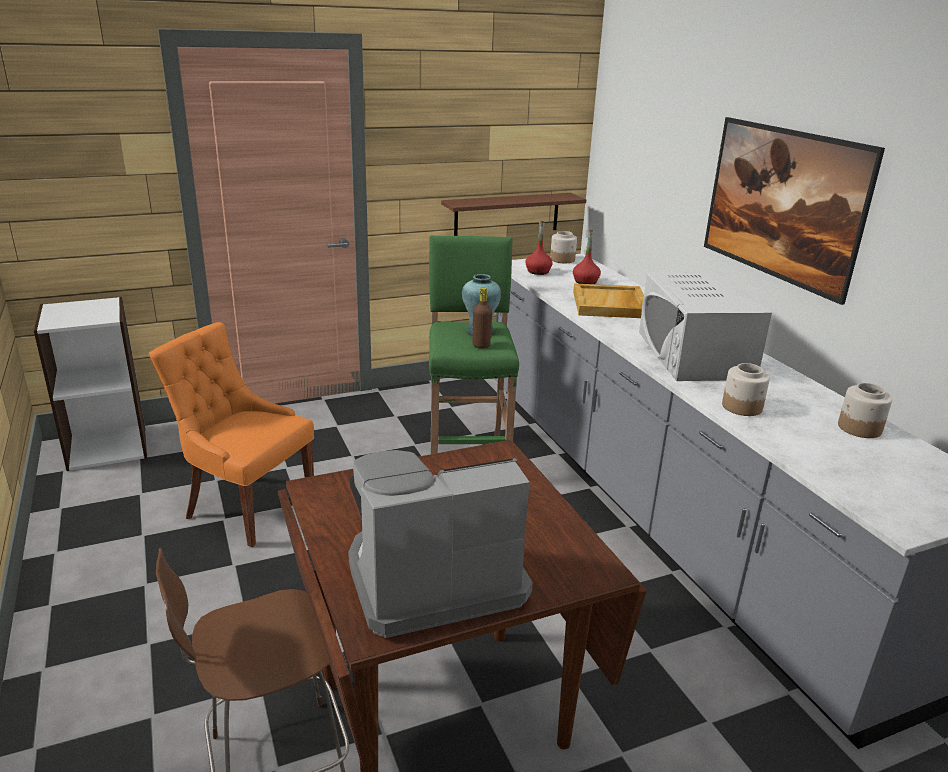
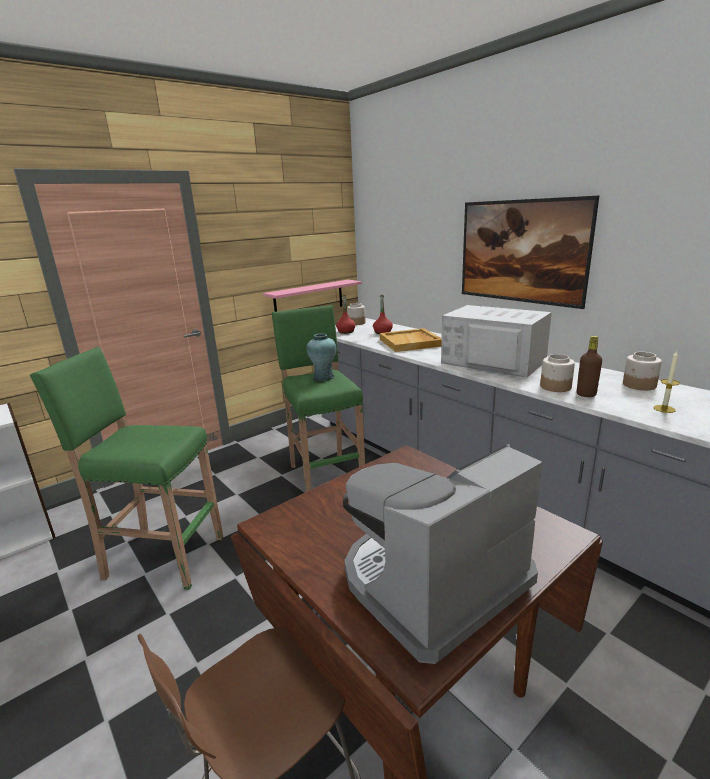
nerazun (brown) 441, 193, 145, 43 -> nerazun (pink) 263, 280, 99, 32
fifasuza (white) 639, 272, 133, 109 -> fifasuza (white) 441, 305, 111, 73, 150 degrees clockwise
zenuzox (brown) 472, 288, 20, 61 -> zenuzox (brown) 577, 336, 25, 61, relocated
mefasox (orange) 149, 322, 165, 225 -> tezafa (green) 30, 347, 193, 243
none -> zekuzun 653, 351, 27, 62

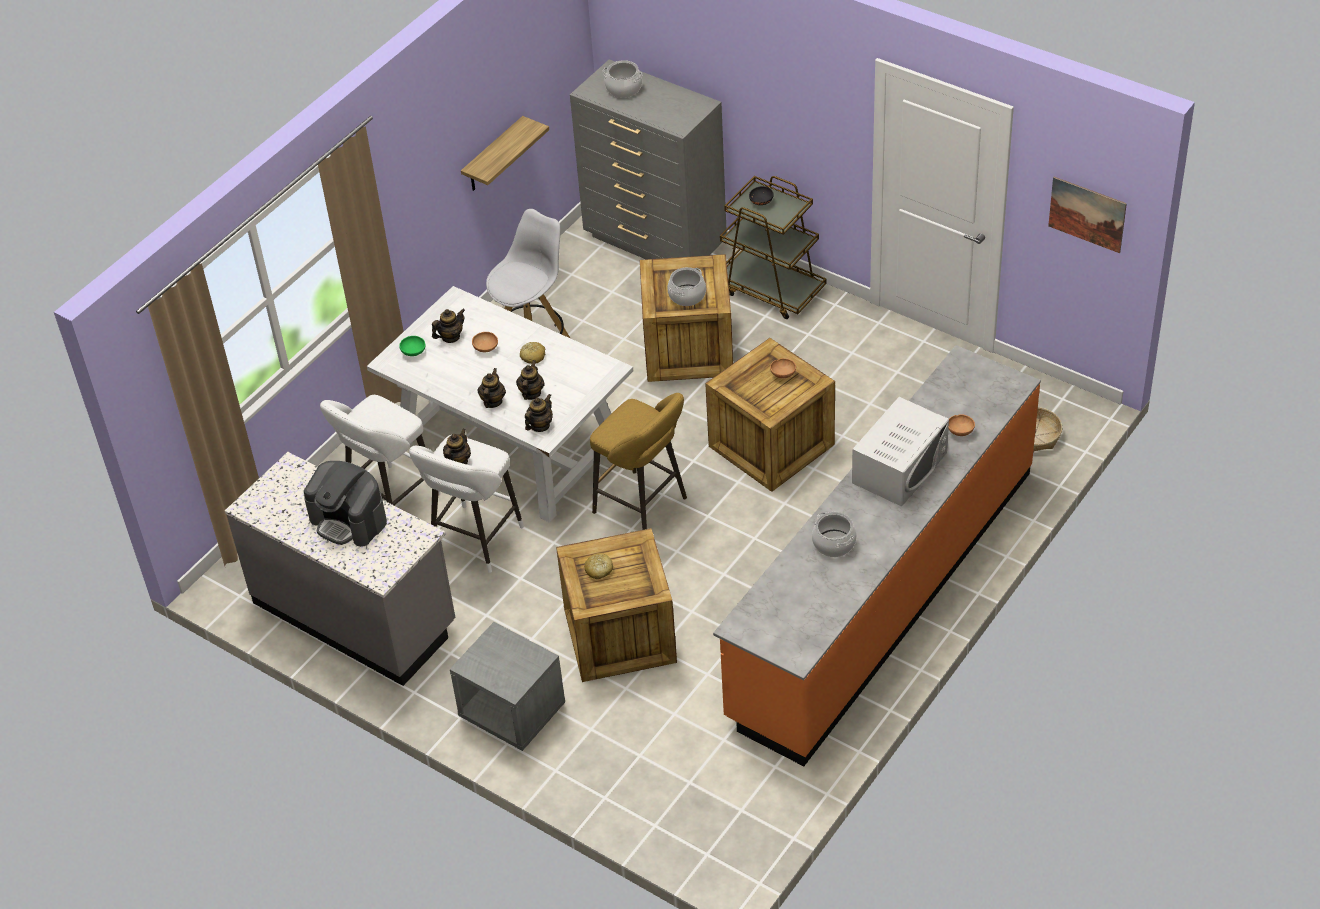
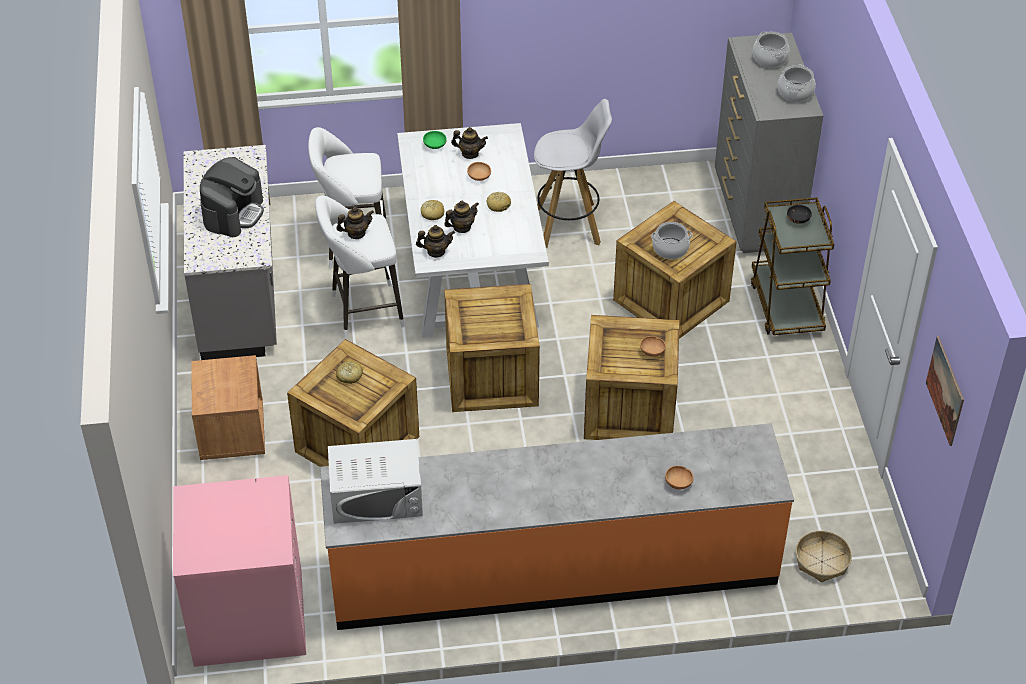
nerazun 461, 116, 88, 75 -> none
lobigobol 478, 368, 28, 40 -> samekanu 421, 200, 23, 20
tezafa (yellow) 590, 393, 97, 137 -> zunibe 444, 284, 96, 128
fifasuza (white) 852, 397, 97, 109 -> fifasuza (white) 328, 439, 95, 85, relocated
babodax 304, 461, 83, 86 -> babodax 200, 157, 64, 80, 150 degrees counterclockwise
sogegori 812, 512, 45, 45 -> sogegori 778, 65, 38, 37, relocated
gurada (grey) 450, 622, 115, 129 -> gurada (brown) 191, 355, 74, 105
none -> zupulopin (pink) 173, 475, 133, 192

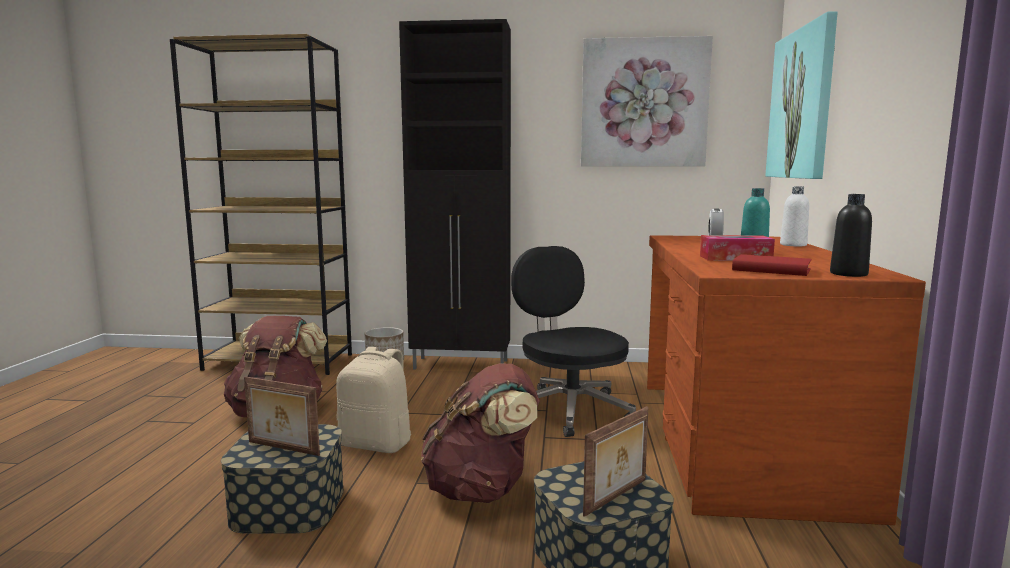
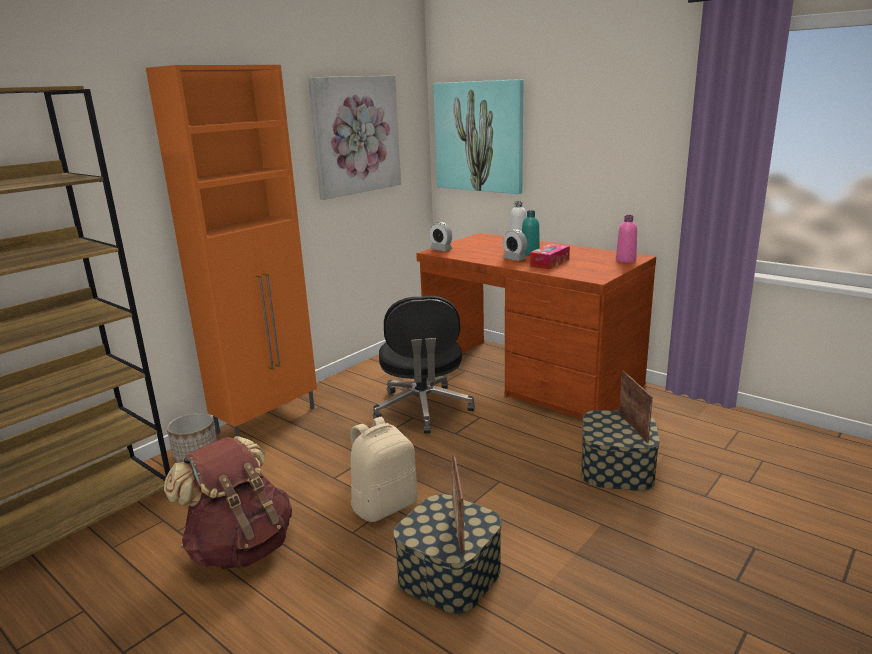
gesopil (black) 399, 19, 112, 351 -> gesopil (orange) 146, 65, 171, 372
zenuzox (black) 830, 194, 42, 83 -> zenuzox (pink) 616, 215, 21, 48
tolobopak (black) 511, 246, 125, 191 -> tolobopak (black) 373, 296, 102, 138, 105 degrees counterclockwise
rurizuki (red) 732, 254, 80, 22 -> none
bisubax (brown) 421, 363, 119, 140 -> none
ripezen 244, 377, 76, 79 -> ripezen 451, 453, 14, 101, 120 degrees clockwise
none -> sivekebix 429, 222, 23, 29

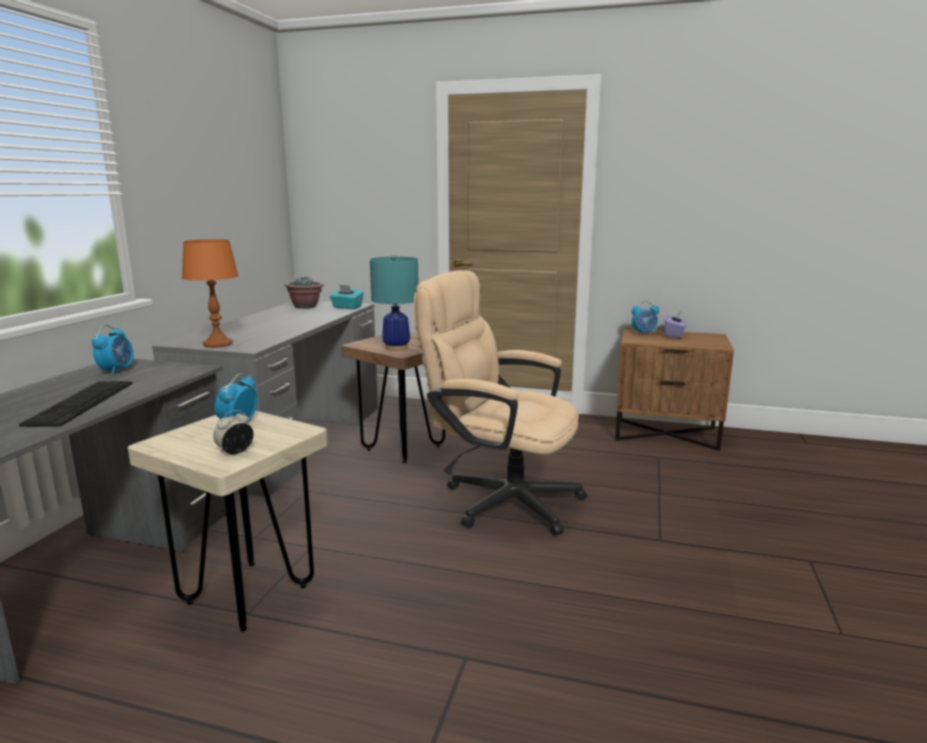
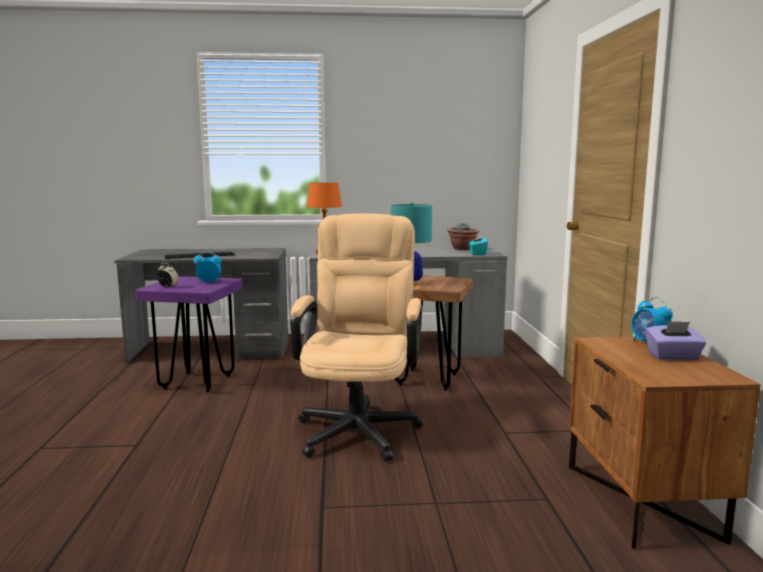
sivekebix 92, 325, 41, 51 -> none
tezafa (beige) 128, 411, 200, 221 -> tezafa (purple) 135, 276, 107, 116

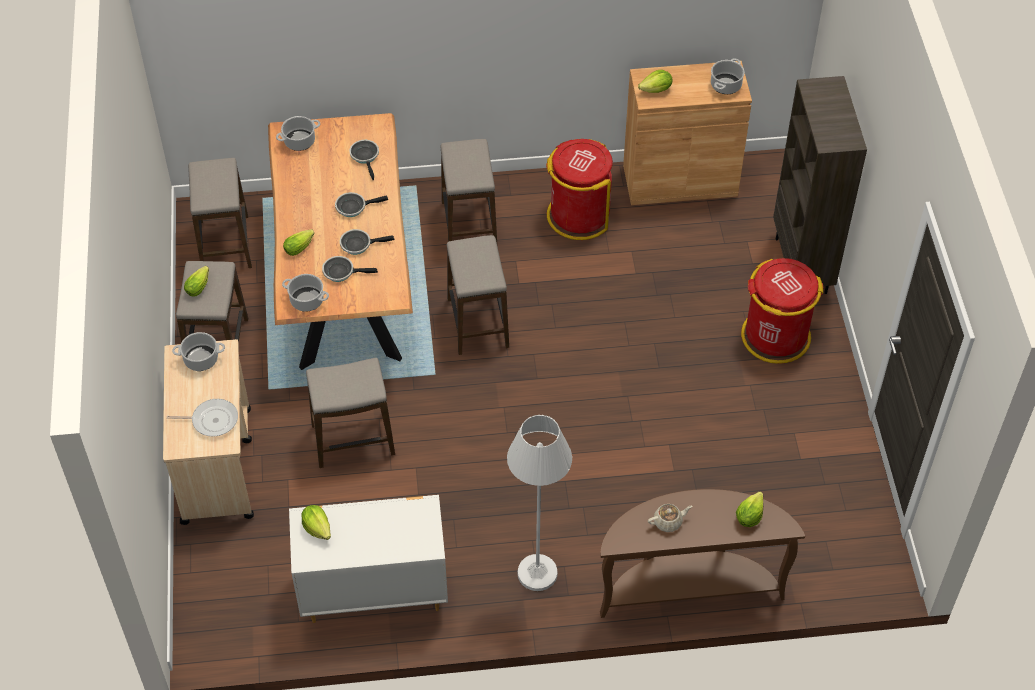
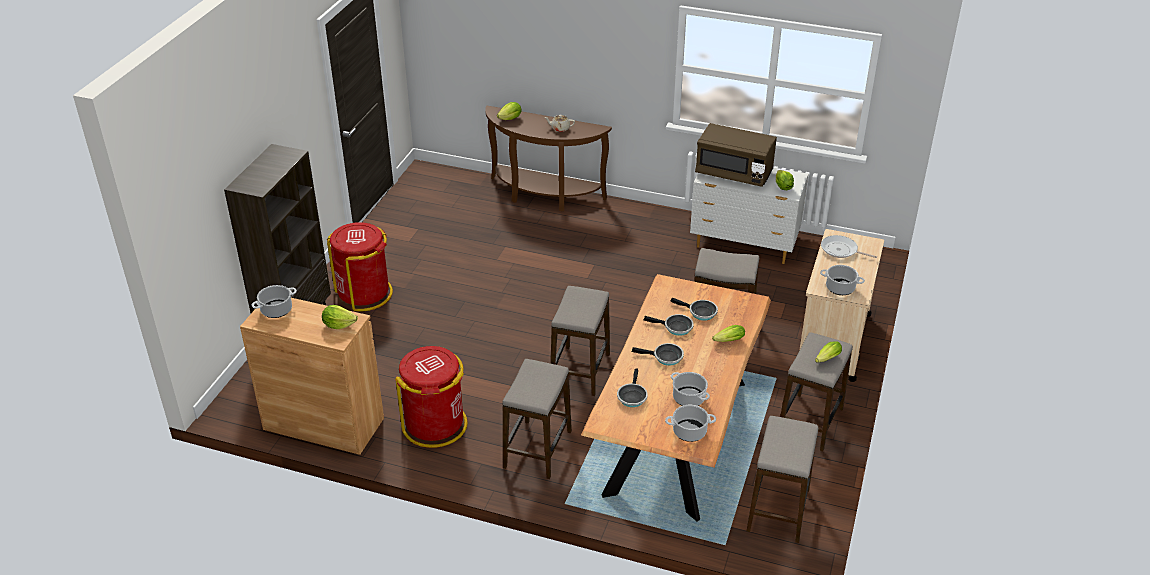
sogegori 282, 274, 47, 38 -> sogegori 671, 372, 39, 34, relocated
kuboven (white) 507, 415, 65, 176 -> none
none -> fifasuza (brown) 695, 123, 82, 64

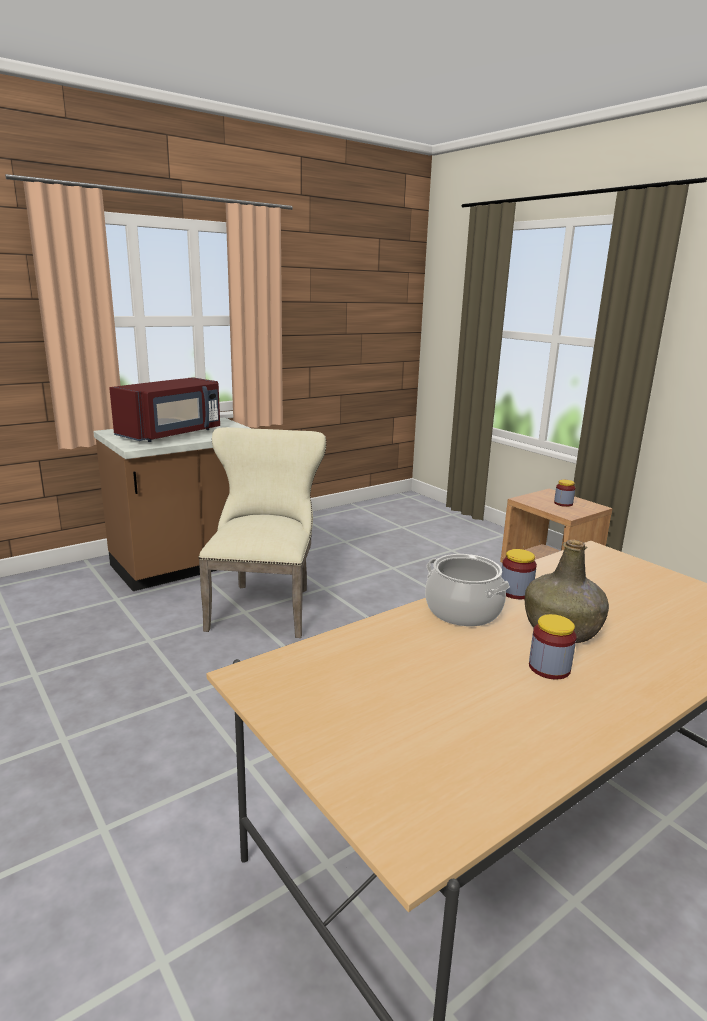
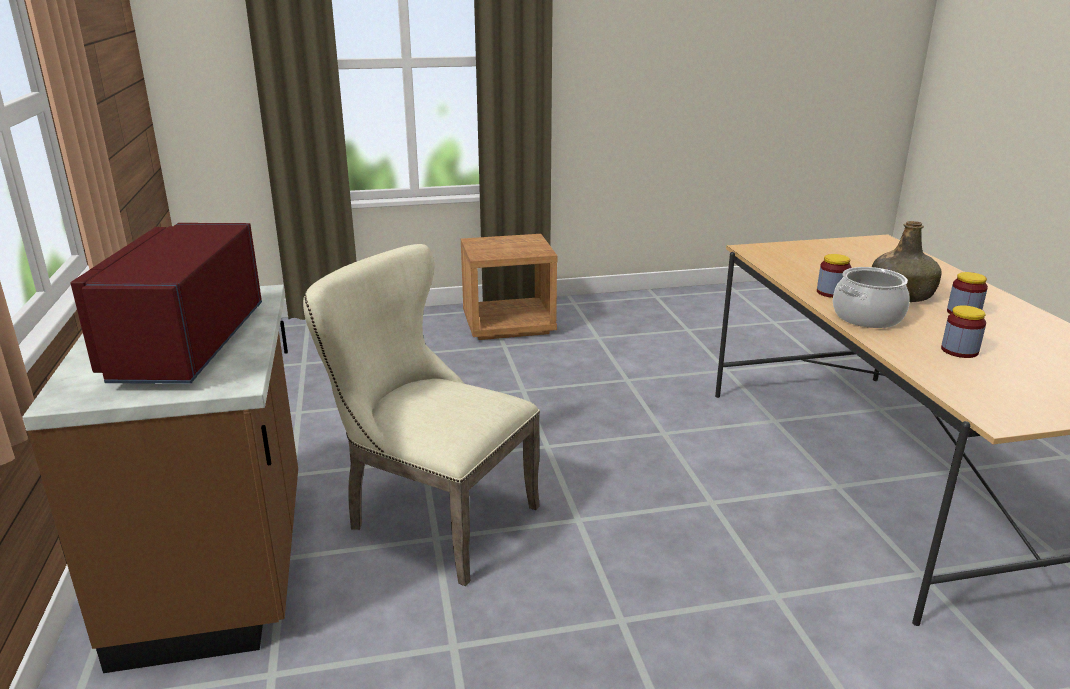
fifasuza (red) 109, 377, 111, 65 -> fifasuza (red) 71, 223, 191, 161, 150 degrees counterclockwise
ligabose 554, 480, 21, 27 -> ligabose 941, 305, 45, 53, relocated

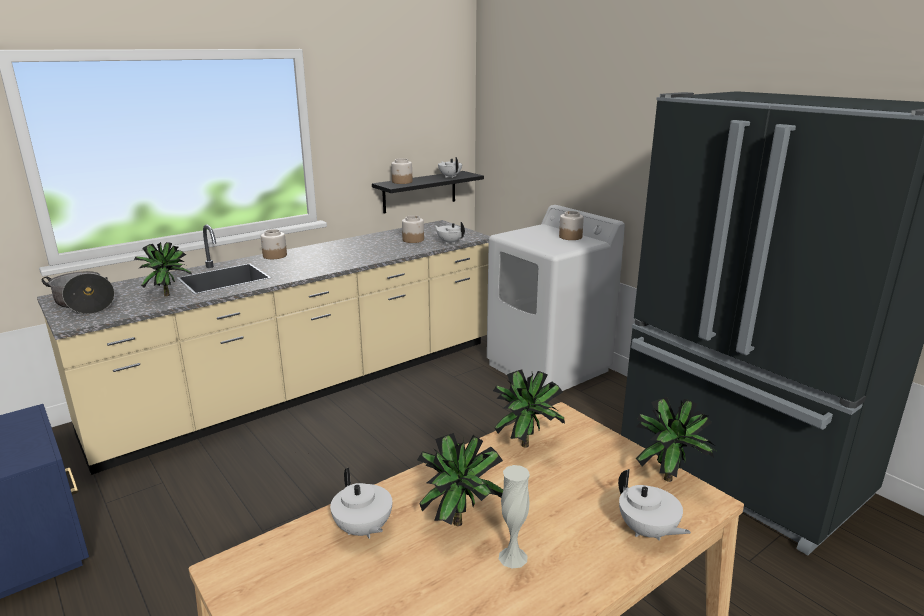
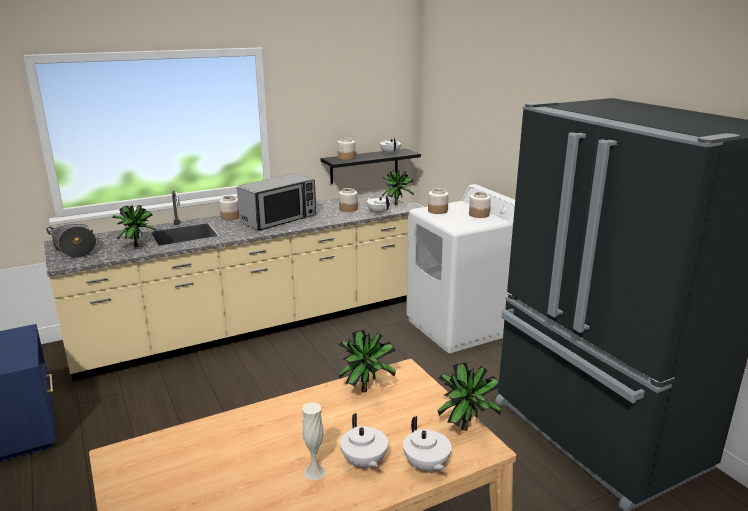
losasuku 417, 433, 86, 93 -> losasuku 382, 170, 32, 36, relocated
lobigobol (white) 330, 468, 62, 71 -> lobigobol (white) 340, 413, 48, 58, relocated
none -> fifasuza 237, 174, 79, 57
none -> ligabose 428, 189, 21, 25

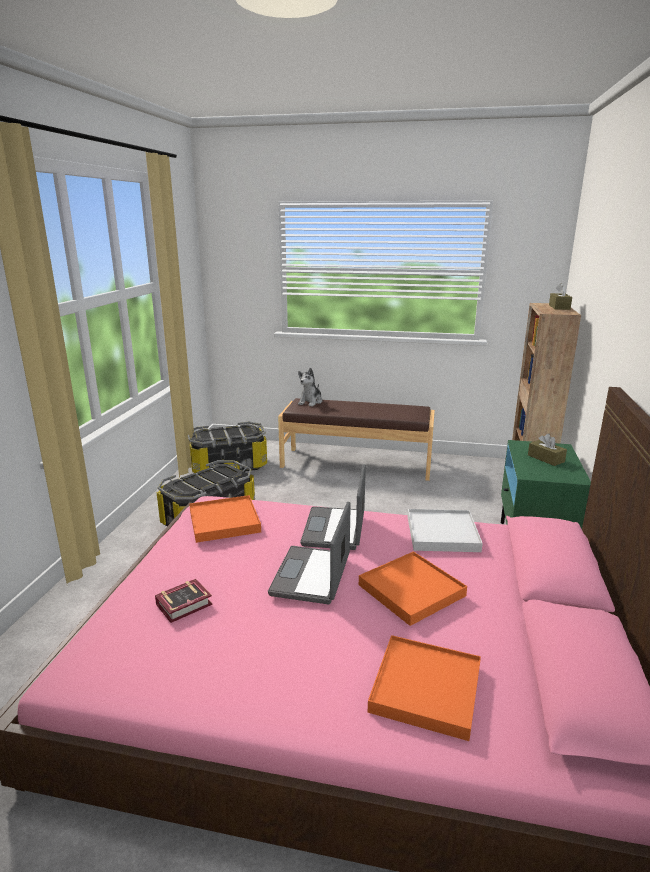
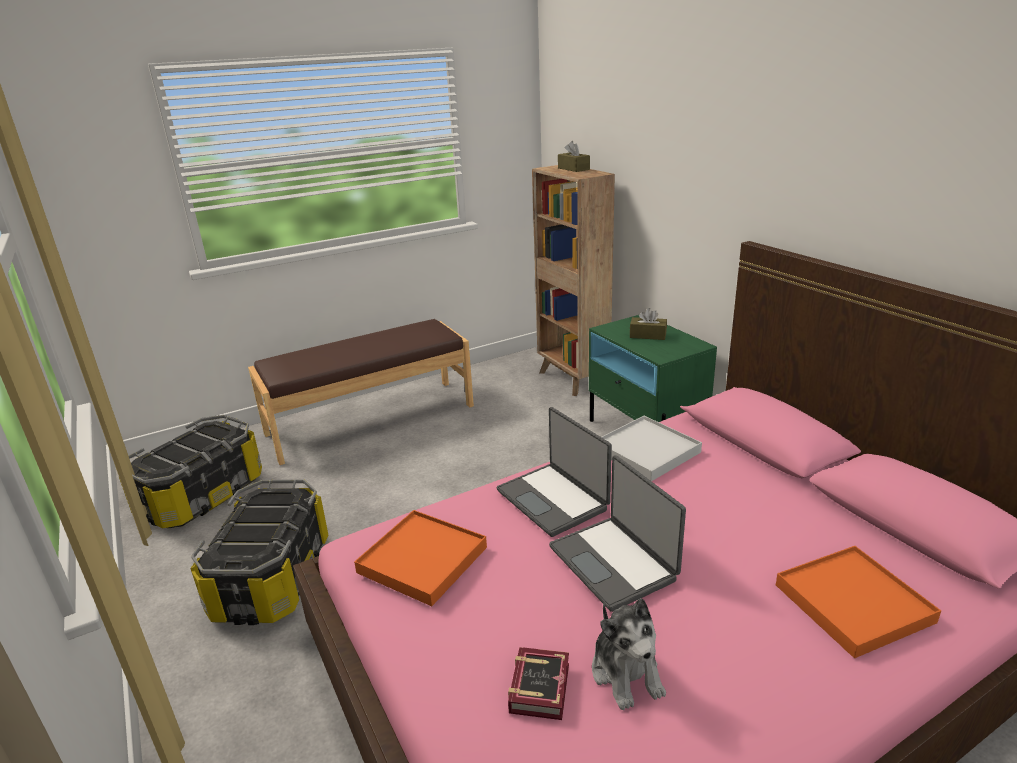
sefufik 298, 368, 24, 39 -> sefufik 592, 598, 74, 112, relocated
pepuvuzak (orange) 359, 551, 108, 75 -> none

